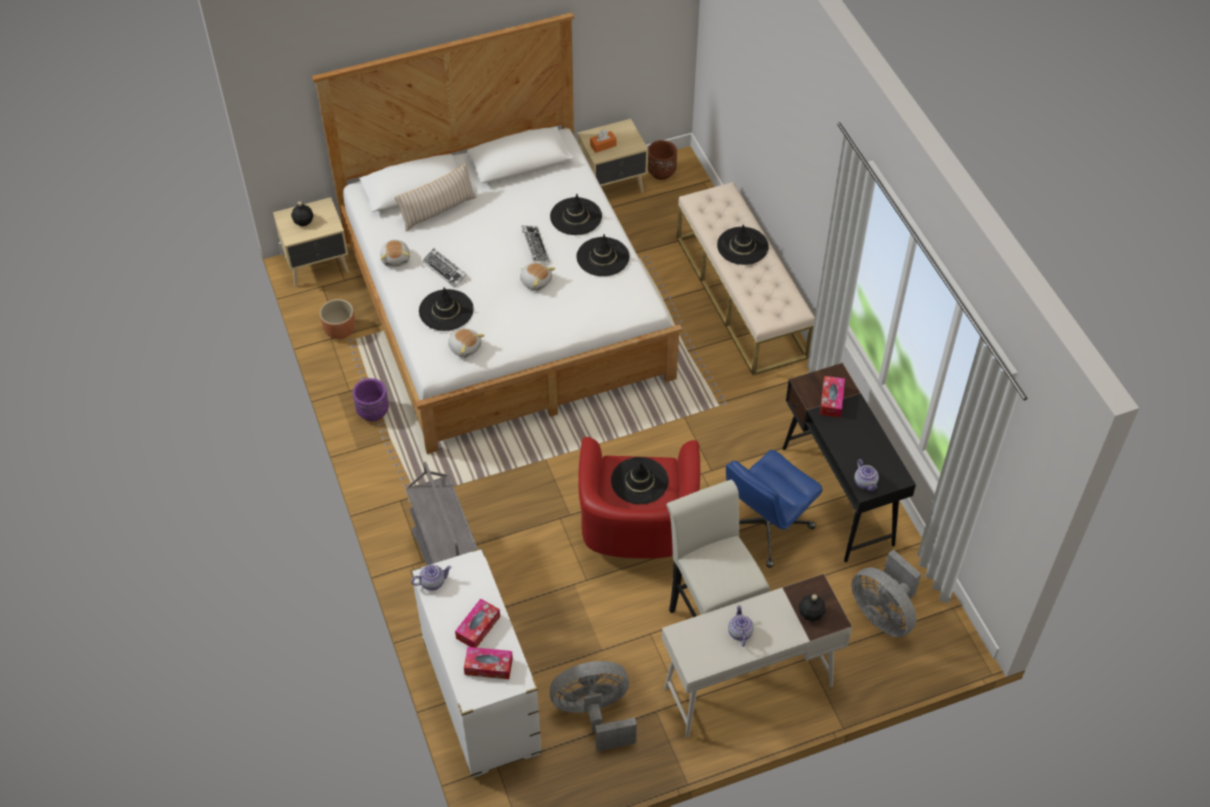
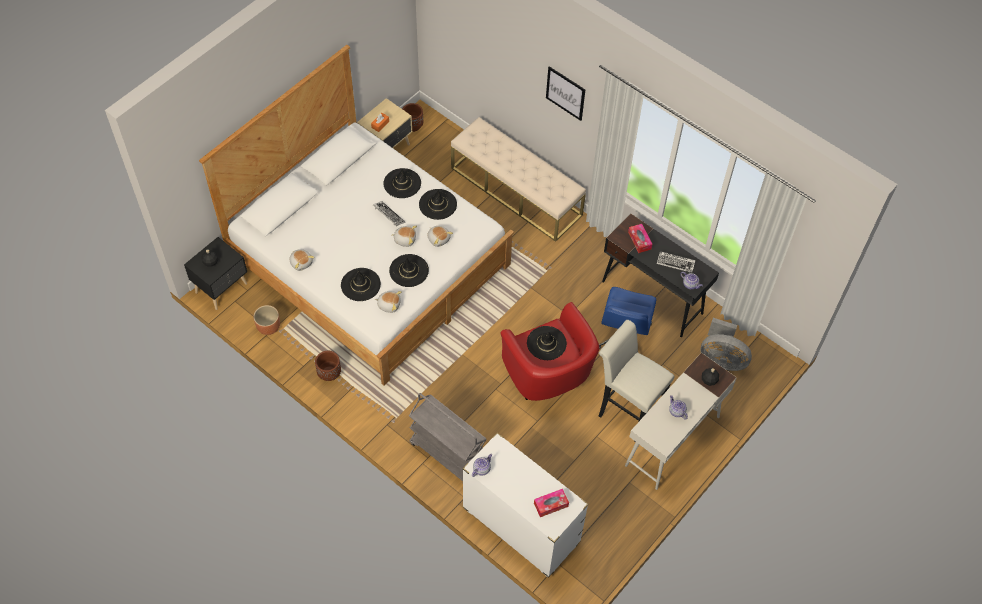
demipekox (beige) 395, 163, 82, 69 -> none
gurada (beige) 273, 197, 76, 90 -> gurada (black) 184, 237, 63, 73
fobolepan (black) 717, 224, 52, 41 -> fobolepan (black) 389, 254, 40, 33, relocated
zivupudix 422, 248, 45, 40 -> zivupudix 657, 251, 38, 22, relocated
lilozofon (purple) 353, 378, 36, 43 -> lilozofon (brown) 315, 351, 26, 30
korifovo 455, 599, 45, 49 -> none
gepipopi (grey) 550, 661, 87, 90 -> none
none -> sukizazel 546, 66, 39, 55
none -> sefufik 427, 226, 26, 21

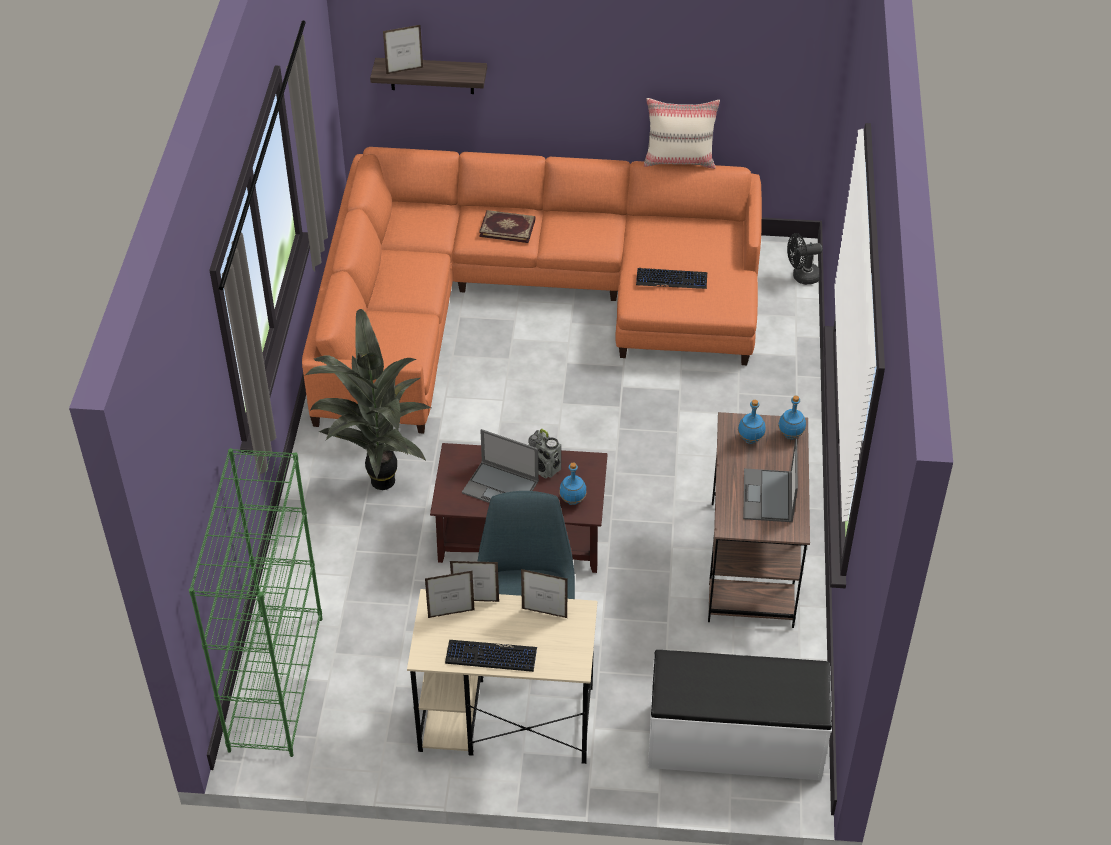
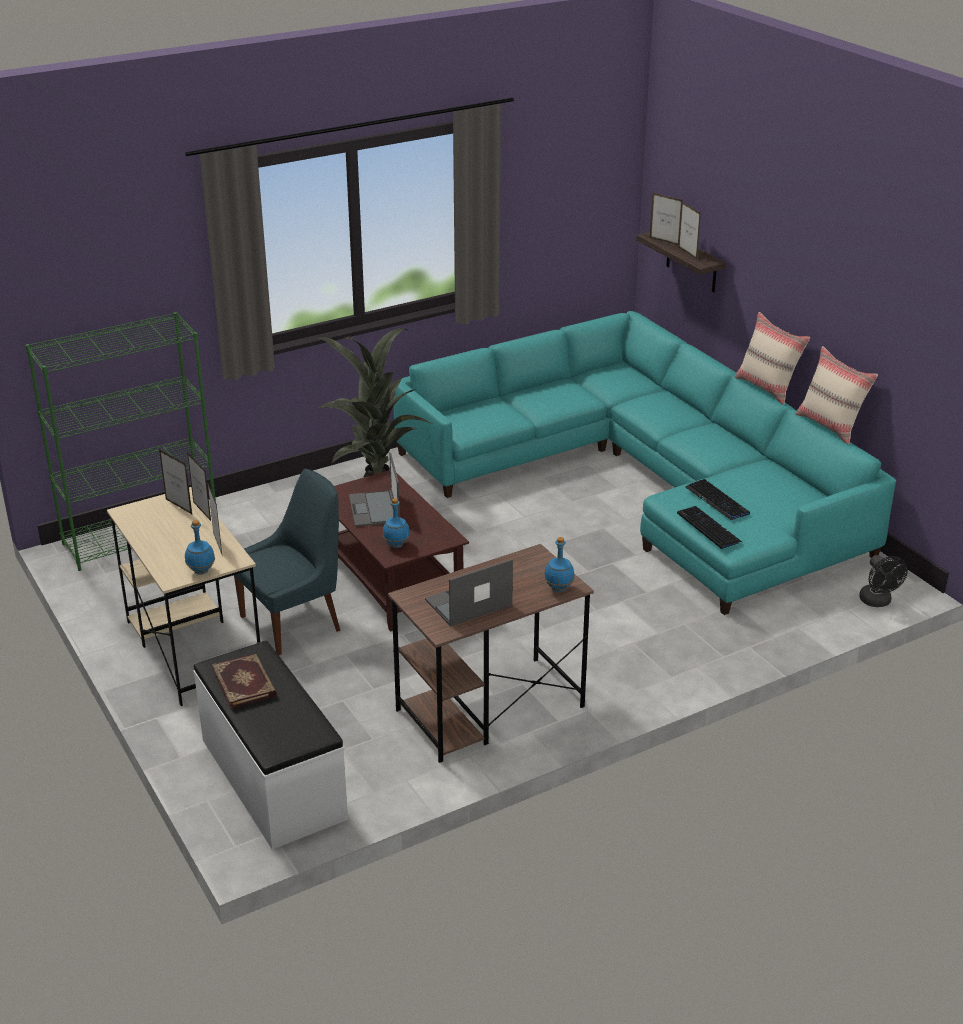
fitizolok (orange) 302, 147, 460, 287 -> fitizolok (turquoise) 394, 311, 502, 304
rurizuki 479, 210, 56, 33 -> rurizuki 212, 654, 65, 55, relocated
gepipopi (black) 787, 233, 35, 52 -> gepipopi (black) 859, 555, 49, 52, 150 degrees counterclockwise
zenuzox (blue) 738, 400, 28, 44 -> zenuzox (blue) 185, 520, 30, 54, relocated
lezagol 528, 429, 33, 50 -> none
zivupudix 445, 640, 92, 32 -> zivupudix 677, 506, 65, 43, relocated
none -> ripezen 678, 202, 23, 57
none -> demipekox (beige) 735, 312, 75, 93

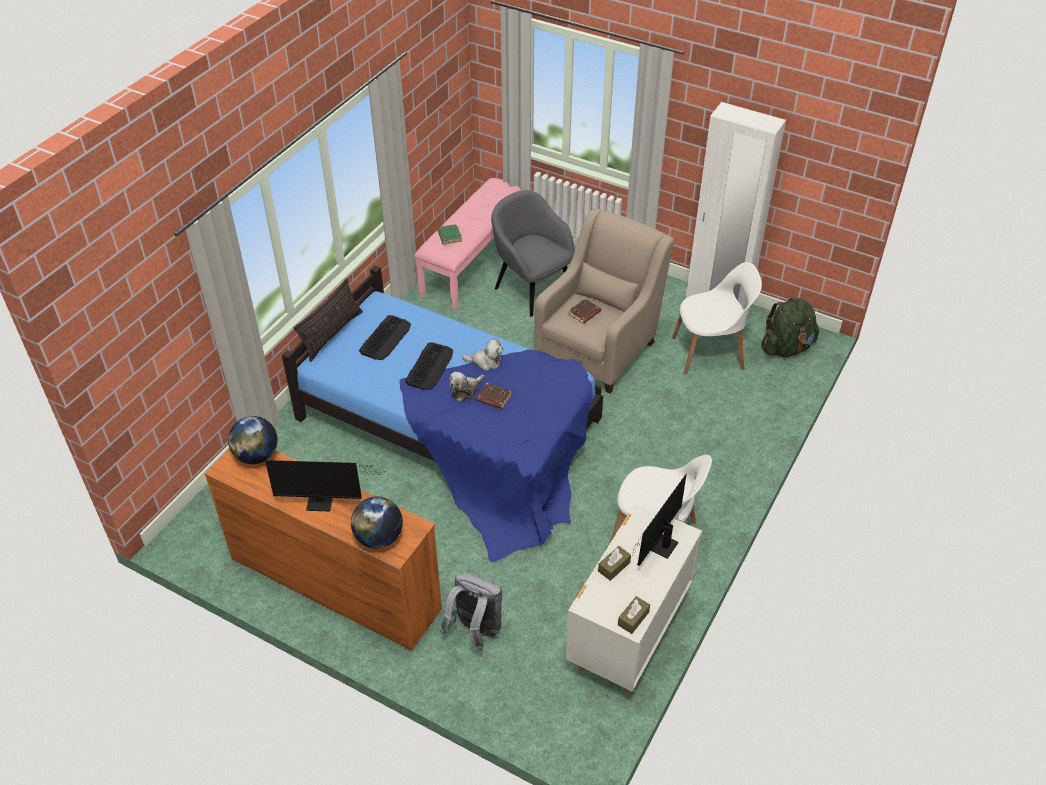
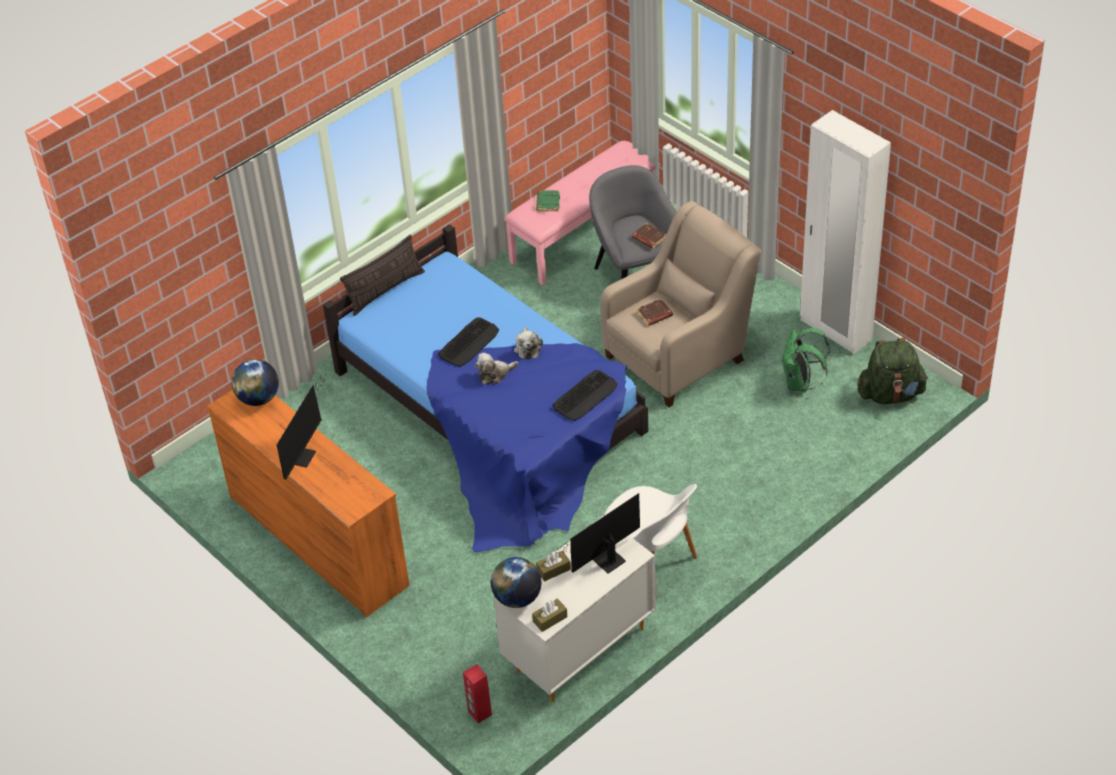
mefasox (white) 672, 262, 90, 112 -> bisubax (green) 781, 328, 49, 64
zivupudix 359, 315, 52, 45 -> zivupudix 552, 370, 66, 51, relocated
sefufik 462, 339, 41, 32 -> sefufik 514, 326, 29, 34, 60 degrees clockwise
rurizuki (brown) 476, 383, 36, 26 -> rurizuki (brown) 632, 223, 35, 26, relocated
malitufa 265, 460, 122, 52 -> malitufa 277, 373, 50, 106, 90 degrees counterclockwise
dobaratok 351, 497, 52, 51 -> dobaratok 491, 557, 50, 51, relocated
bisubax (grey) 440, 573, 62, 78 -> none
none -> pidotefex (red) 463, 664, 29, 59

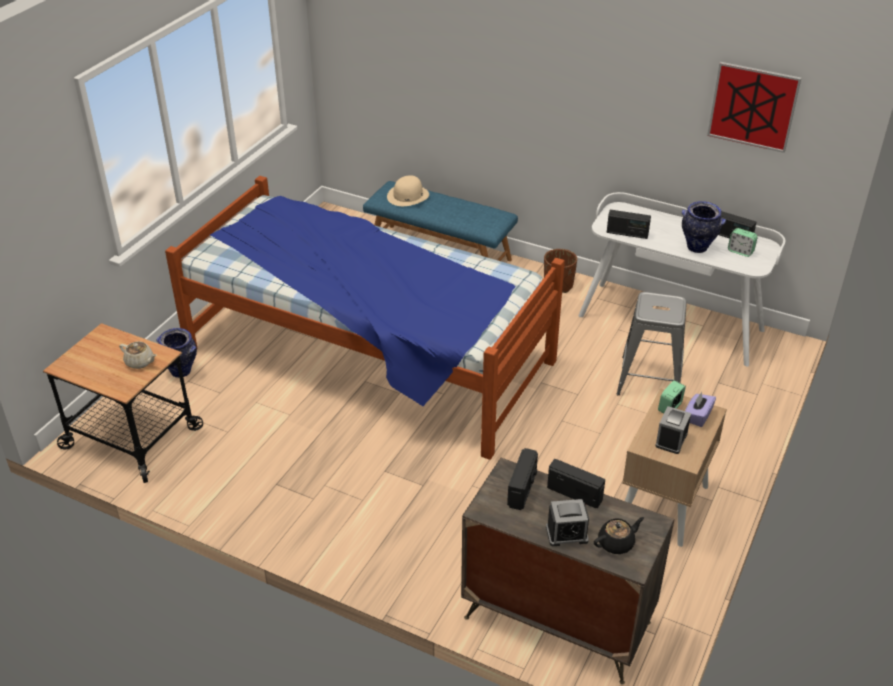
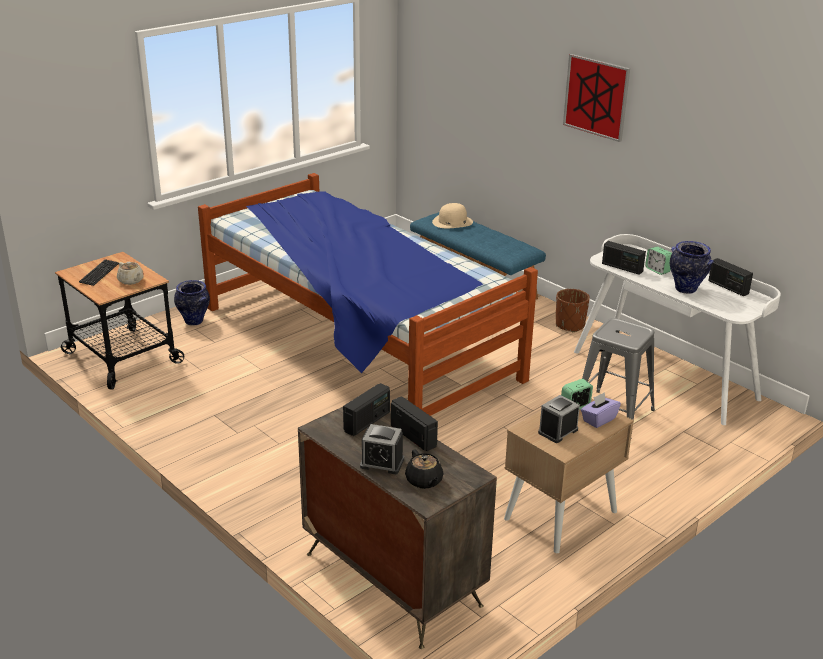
sukizazel 707, 62, 94, 91 -> sukizazel 563, 54, 67, 88, relocated
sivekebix 728, 228, 30, 29 -> sivekebix 645, 247, 27, 28, relocated
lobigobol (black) 594, 517, 50, 37 -> lobigobol (black) 405, 449, 38, 40, 75 degrees clockwise
none -> zivupudix 79, 259, 40, 27

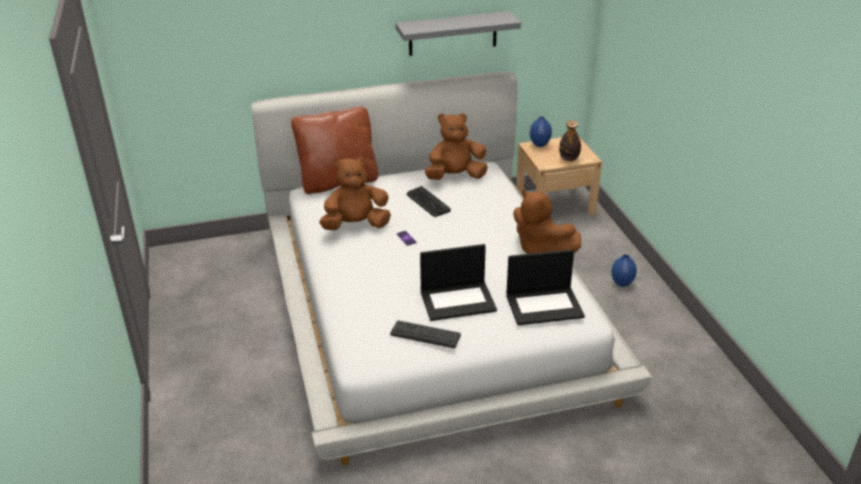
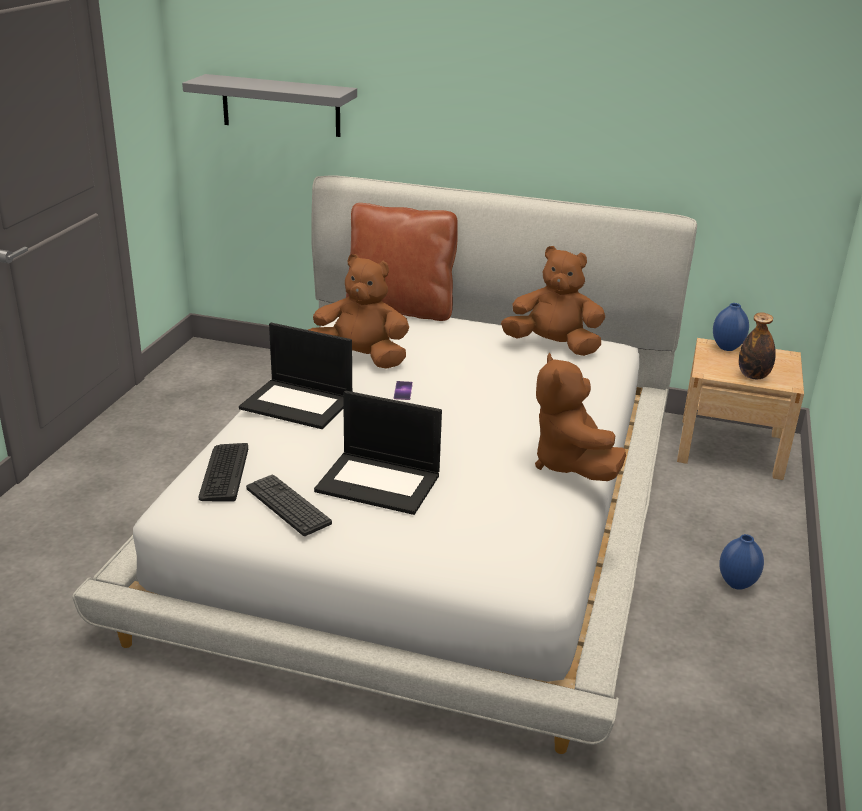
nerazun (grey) 395, 11, 126, 45 -> nerazun (grey) 182, 74, 175, 63, relocated
zivupudix 407, 186, 44, 31 -> zivupudix 199, 443, 49, 59, relocated
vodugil 506, 249, 79, 76 -> vodugil 239, 323, 113, 106, relocated

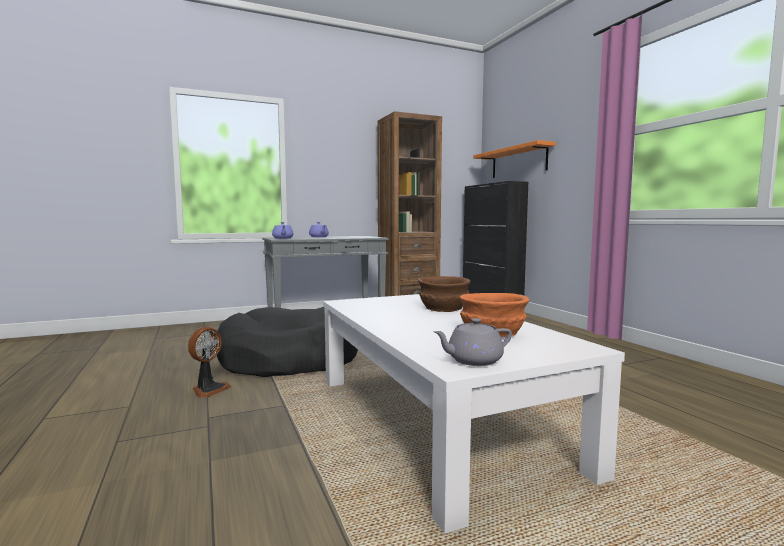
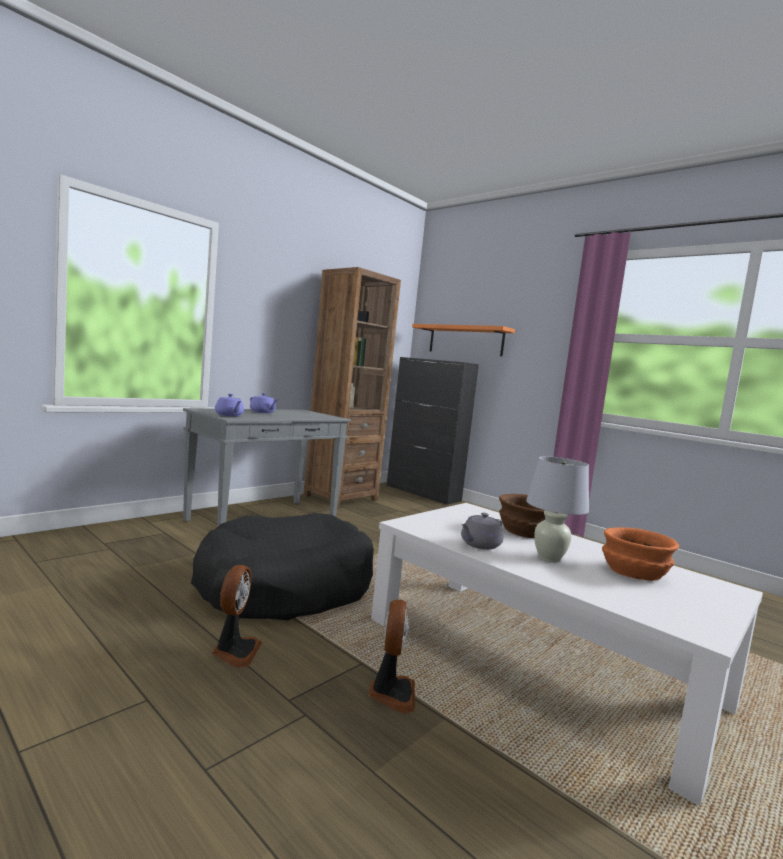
lobigobol (grey) 433, 318, 79, 48 -> lobigobol (grey) 461, 513, 42, 37, relocated
none -> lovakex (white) 526, 456, 63, 106
none -> gepipopi 369, 600, 46, 113

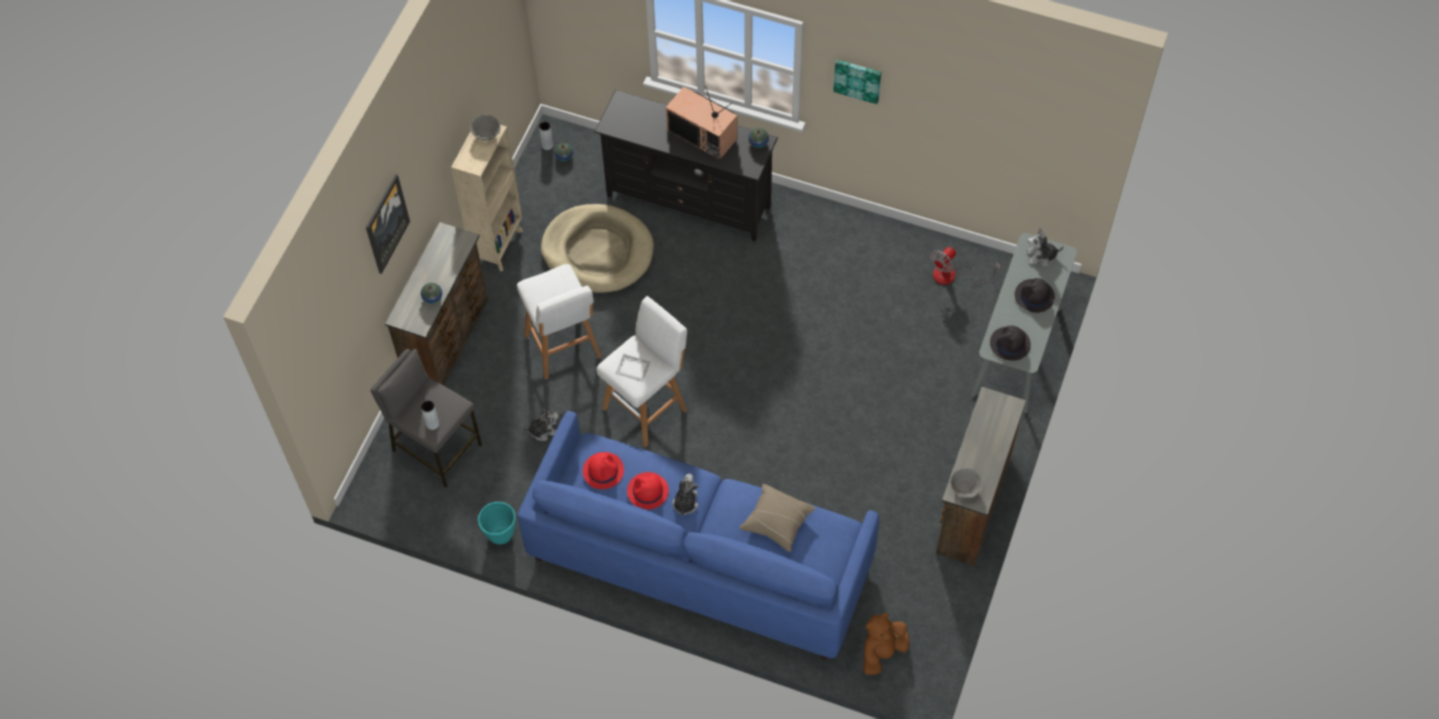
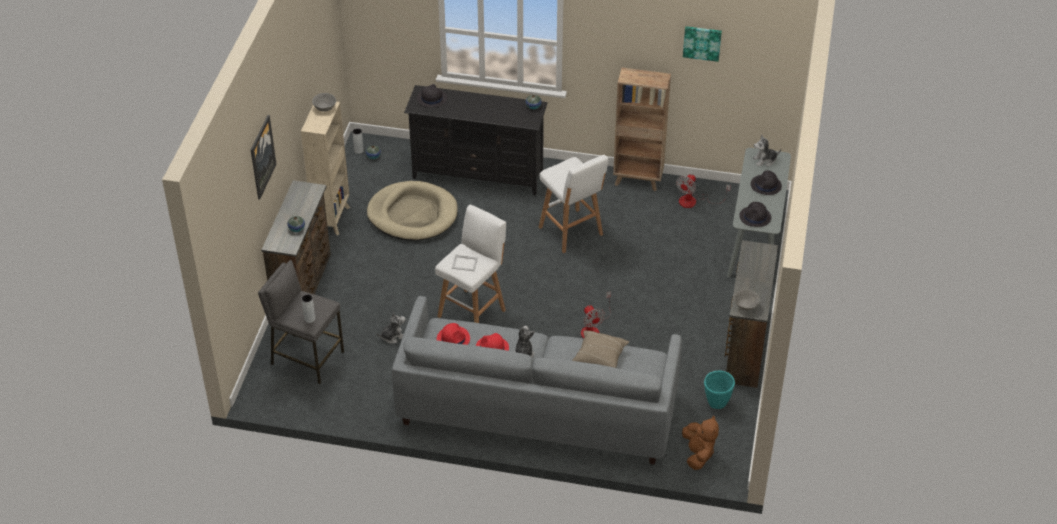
sukizazel 833, 60, 48, 44 -> sukizazel 683, 26, 39, 36, relocated
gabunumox 666, 86, 72, 74 -> none
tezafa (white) 517, 264, 85, 115 -> tezafa (white) 539, 155, 69, 98, relocated
fitizolok (blue) 517, 411, 362, 248 -> fitizolok (grey) 392, 296, 290, 169
lilozofon (turquoise) 478, 502, 37, 42 -> lilozofon (turquoise) 704, 371, 31, 38, relocated
sefufik (brown) 863, 613, 47, 62 -> sefufik (brown) 682, 415, 37, 55, 135 degrees clockwise
none -> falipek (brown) 613, 68, 58, 123
none -> fobolepan (black) 417, 84, 30, 24
none -> gepipopi 581, 291, 30, 47

